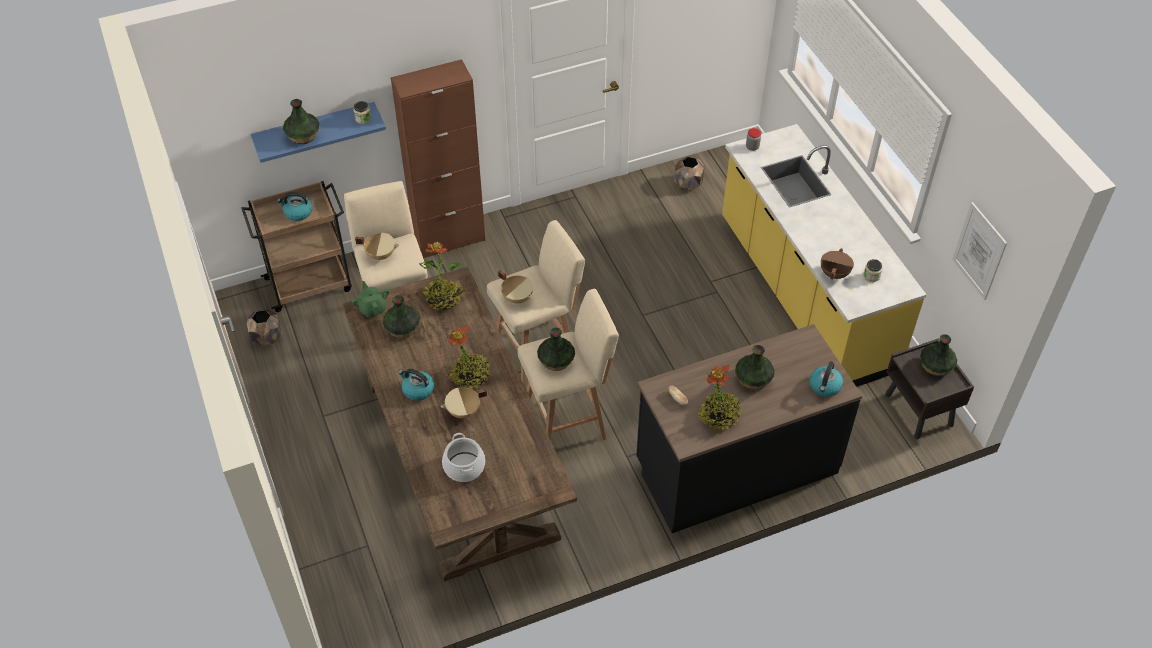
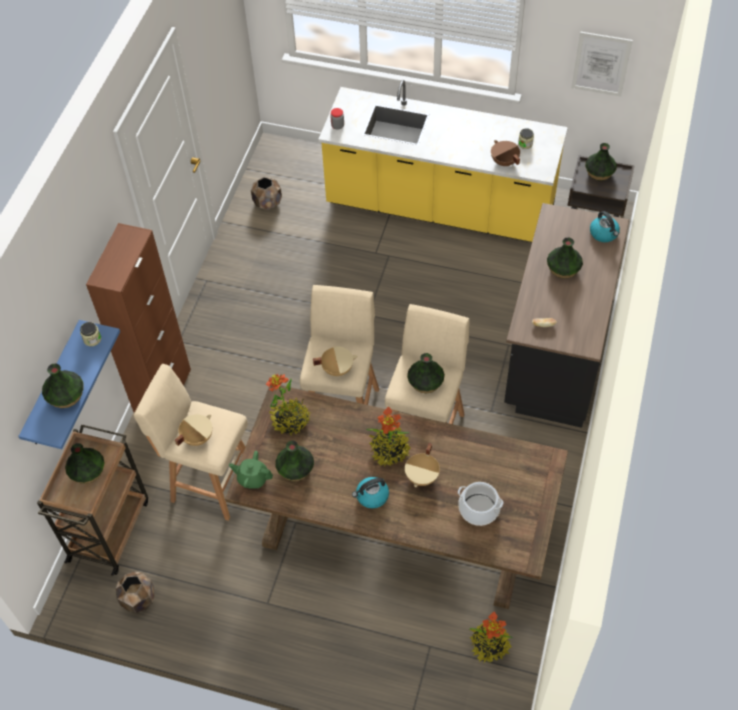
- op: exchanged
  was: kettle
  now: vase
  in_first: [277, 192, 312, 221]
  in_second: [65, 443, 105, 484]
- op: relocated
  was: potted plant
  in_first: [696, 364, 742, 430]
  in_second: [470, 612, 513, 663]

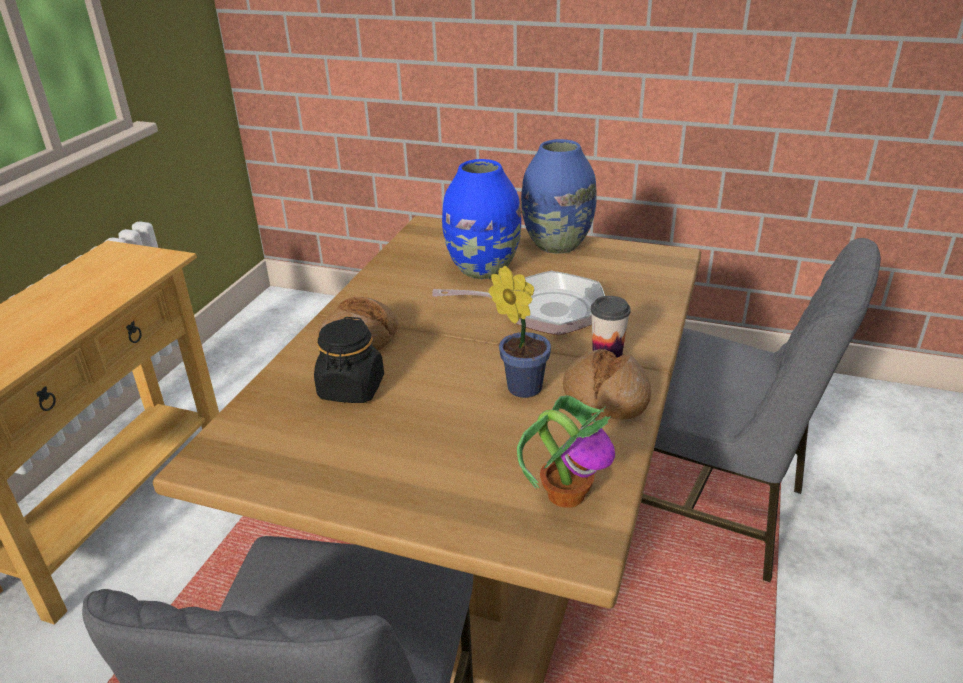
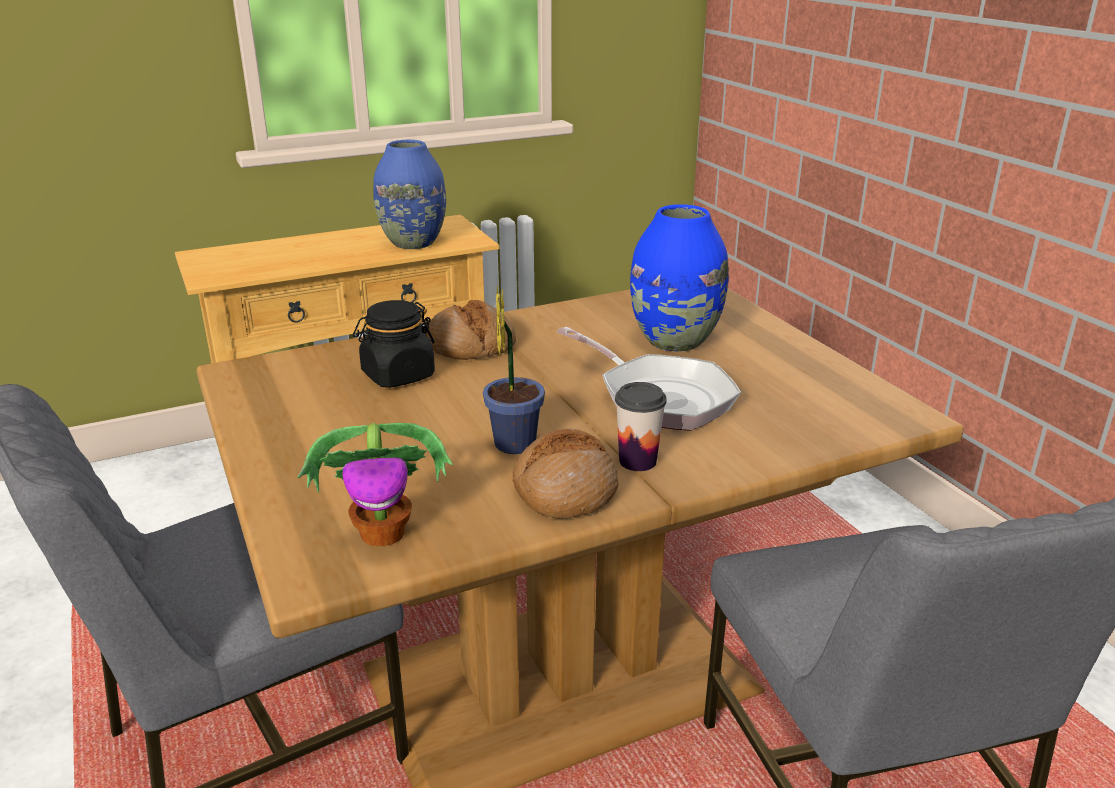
- op: relocated
  was: blue vase
  in_first: [521, 139, 597, 254]
  in_second: [373, 140, 446, 249]

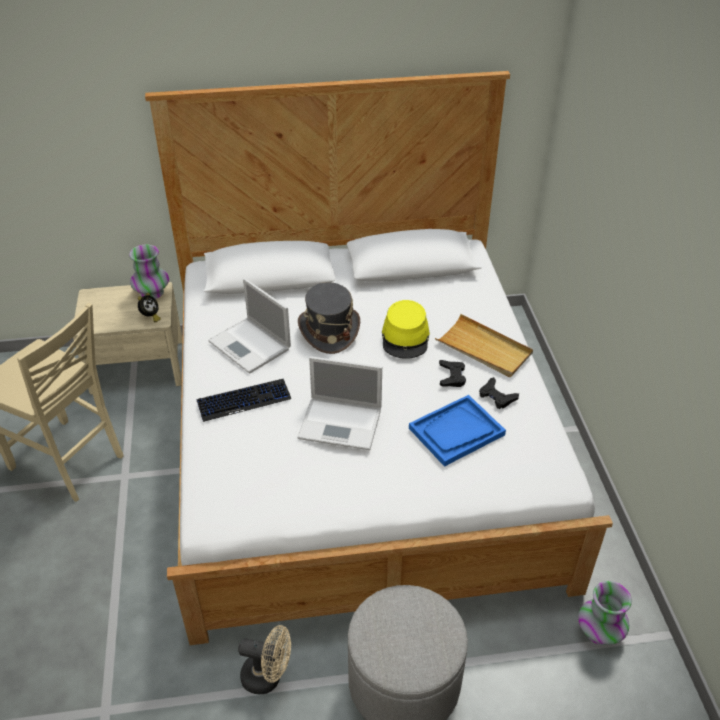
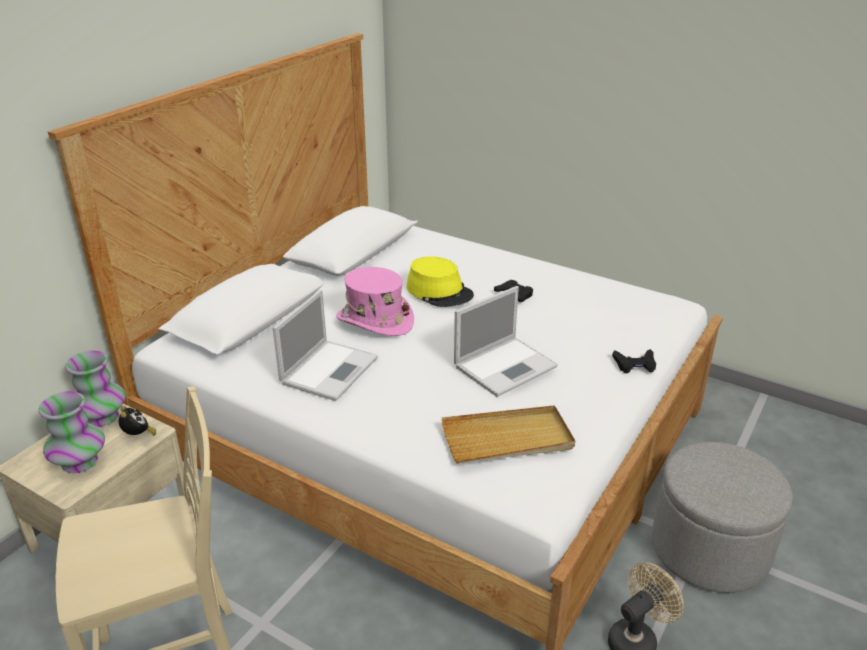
- op: relocated
  was: vase
  in_first: [578, 581, 632, 645]
  in_second: [38, 391, 105, 473]
- op: spun
  was: laptop
  in_first: [208, 278, 291, 374]
  in_second: [273, 290, 378, 401]
  clockwise: -60
- op: colour
  was: grey hat
  now: pink hat
  in_first: [298, 282, 360, 354]
  in_second: [336, 267, 414, 336]
- op: relocated
  was: beige tray
  in_first: [435, 314, 533, 377]
  in_second: [442, 405, 575, 463]
- op: relocated
  was: black game controller
  in_first: [479, 377, 519, 409]
  in_second: [612, 349, 656, 373]
- op: missing
  was: keyboard
  in_first: [196, 379, 291, 422]
- op: missing
  was: blue tray
  in_first: [409, 395, 506, 467]

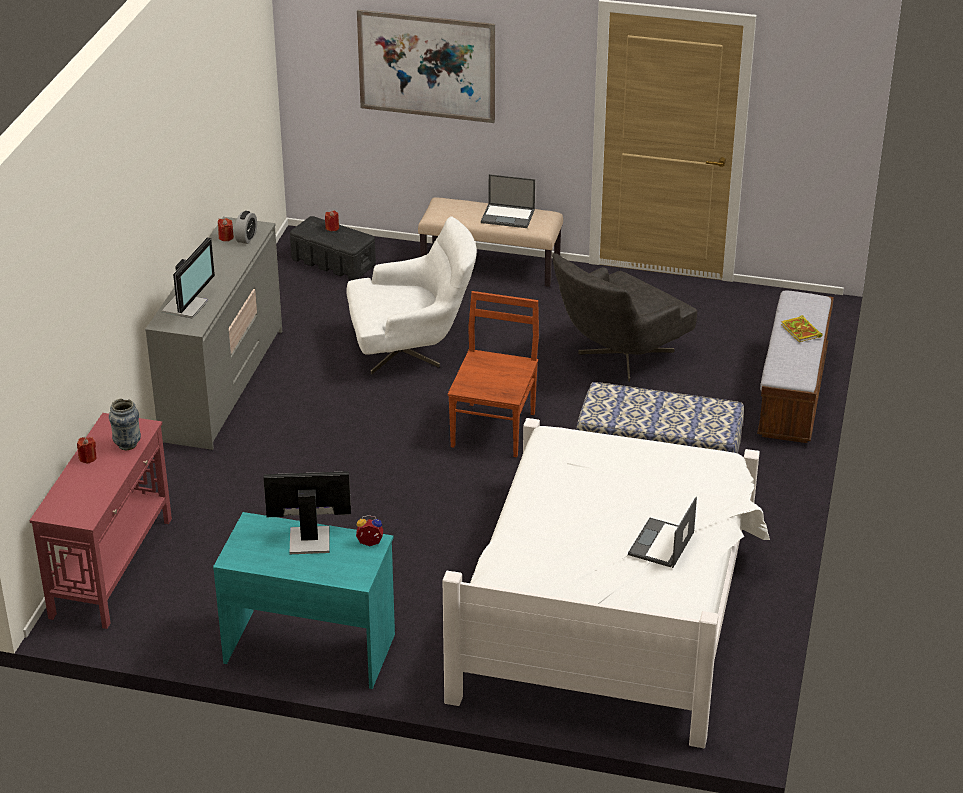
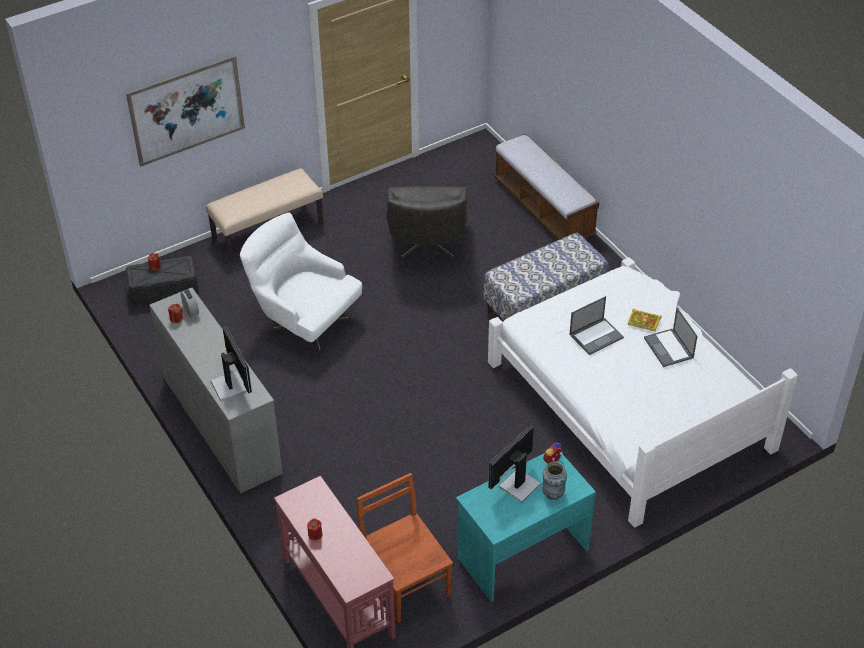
- op: spun
  was: white armchair
  in_first: [346, 216, 477, 374]
  in_second: [240, 212, 362, 351]
  clockwise: -90
- op: relocated
  was: brown chair
  in_first: [448, 291, 539, 457]
  in_second: [357, 473, 453, 623]
- op: relocated
  was: vase
  in_first: [109, 398, 141, 450]
  in_second: [542, 461, 567, 500]
- op: relocated
  was: laptop
  in_first: [481, 174, 535, 228]
  in_second: [569, 296, 624, 355]
- op: relocated
  was: book
  in_first: [781, 315, 823, 342]
  in_second: [628, 309, 661, 332]

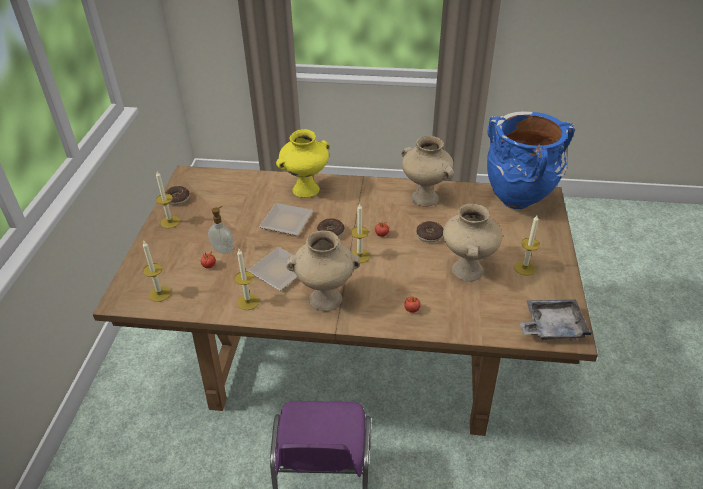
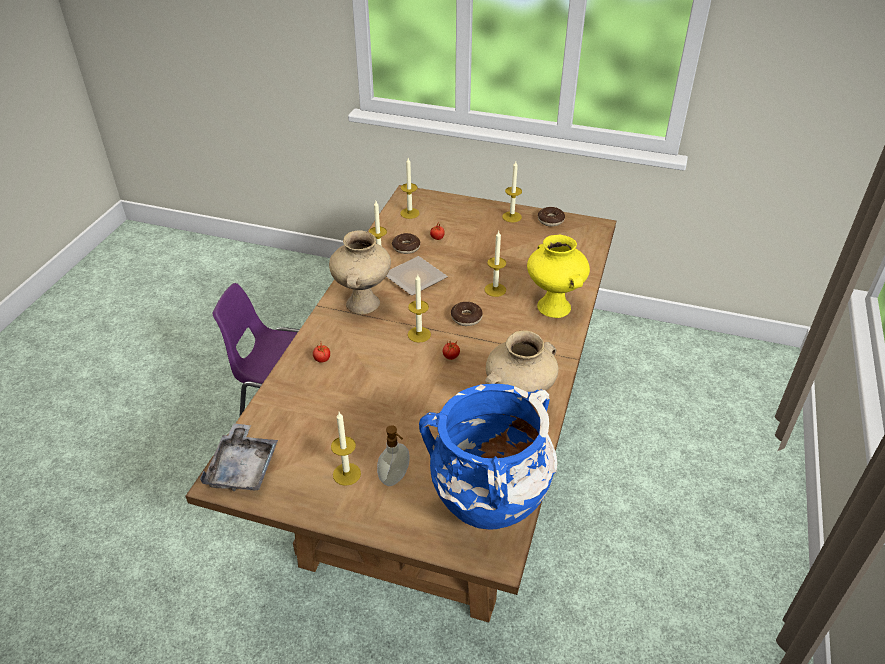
- op: relocated
  was: soap dispenser
  in_first: [208, 206, 234, 254]
  in_second: [377, 425, 410, 486]
- op: relocated
  was: donut
  in_first: [416, 221, 443, 243]
  in_second: [392, 233, 420, 254]
- op: exchanged
  was: plate
  now: candle
  in_first: [259, 203, 313, 236]
  in_second: [484, 231, 507, 297]
- op: missing
  was: beige vase
  in_first: [443, 204, 502, 281]

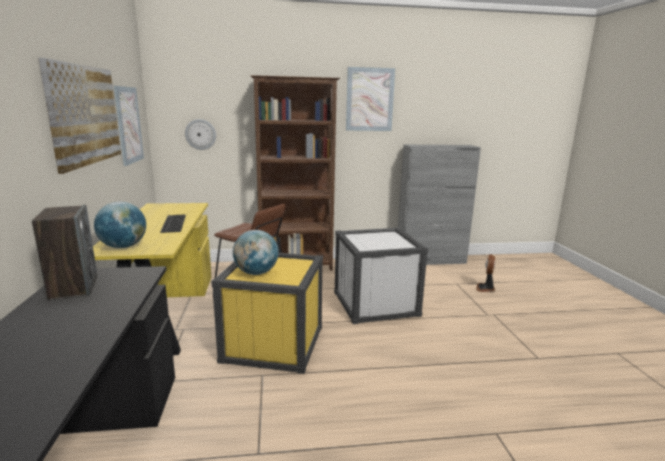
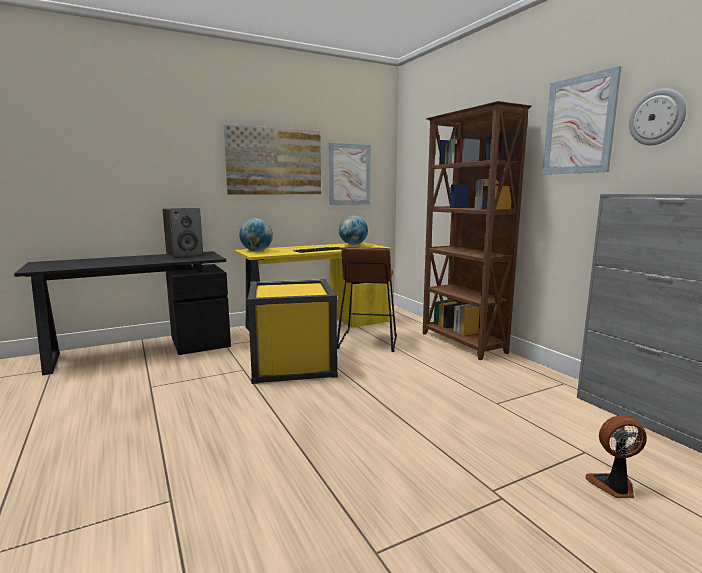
- op: relocated
  was: globe
  in_first: [233, 230, 279, 275]
  in_second: [339, 215, 368, 245]
- op: relocated
  was: wall clock
  in_first: [185, 119, 216, 150]
  in_second: [629, 89, 686, 145]
- op: missing
  was: white storage box
  in_first: [334, 227, 428, 324]

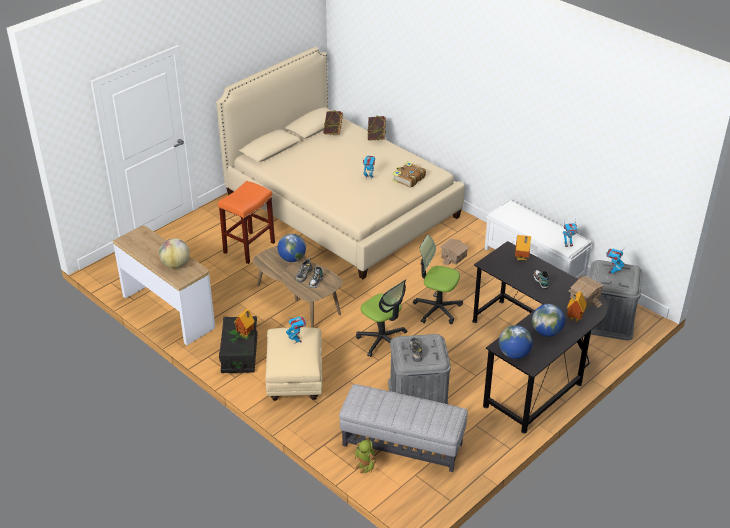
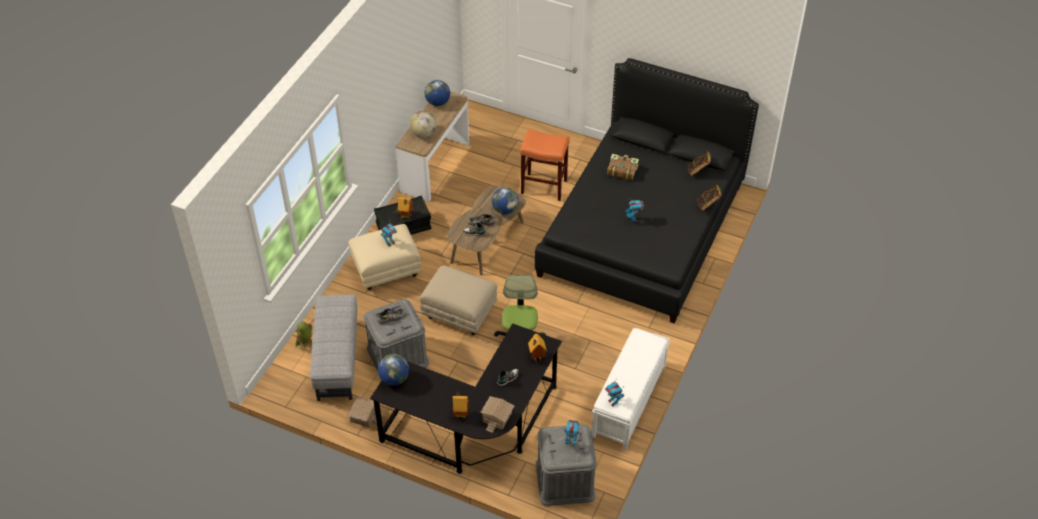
- op: relocated
  was: toy house
  in_first: [440, 238, 469, 266]
  in_second: [347, 396, 377, 427]
- op: exchanged
  was: office chair
  now: beige ottoman
  in_first: [356, 279, 407, 357]
  in_second: [420, 265, 497, 335]
- op: relocated
  was: globe
  in_first: [532, 304, 565, 337]
  in_second: [425, 80, 450, 106]
- op: colour
  was: beige bed
  now: black bed
  in_first: [216, 47, 465, 279]
  in_second: [535, 58, 759, 324]
- op: relocated
  was: book
  in_first: [392, 161, 426, 188]
  in_second: [607, 154, 639, 180]

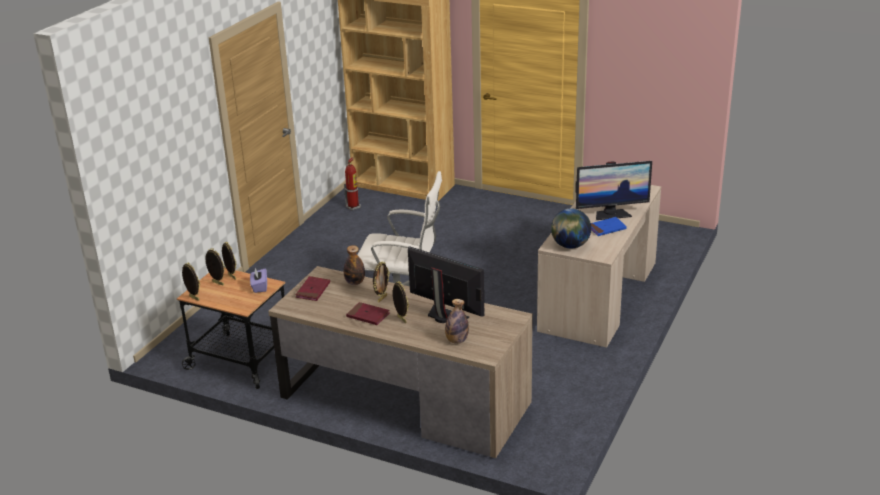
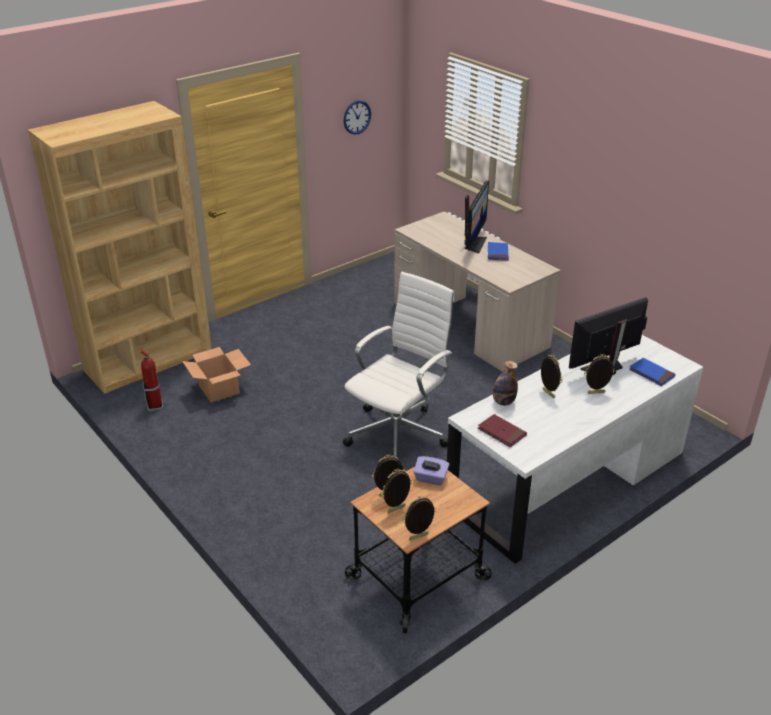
- op: appeared
  now: cardboard box
  in_second: [182, 347, 251, 402]
- op: appeared
  now: wall clock
  in_second: [343, 100, 371, 135]
- op: colour
  was: brown desk
  now: white desk
  in_first: [268, 266, 533, 458]
  in_second: [447, 335, 703, 564]
- op: exchanged
  was: bottle
  now: blue book
  in_first: [445, 299, 469, 344]
  in_second: [629, 358, 675, 386]
- op: missing
  was: red book
  in_first: [346, 302, 389, 325]
- op: missing
  was: globe
  in_first: [551, 208, 591, 249]

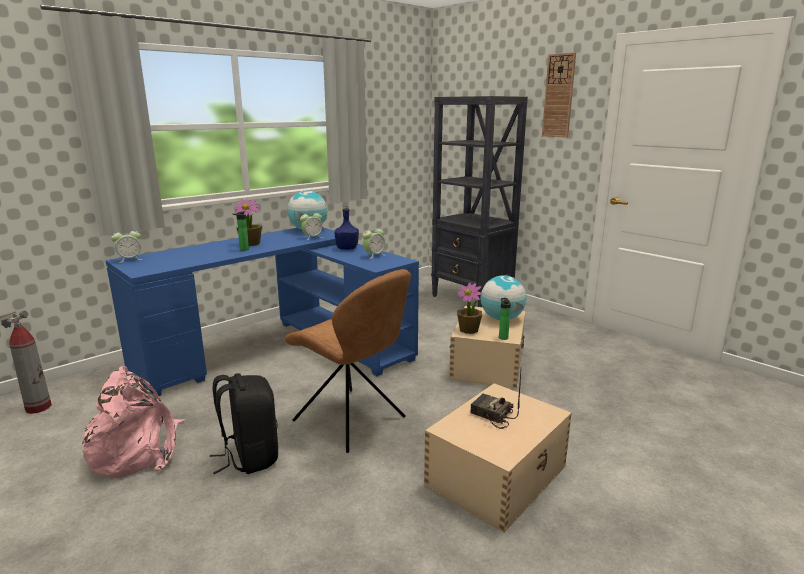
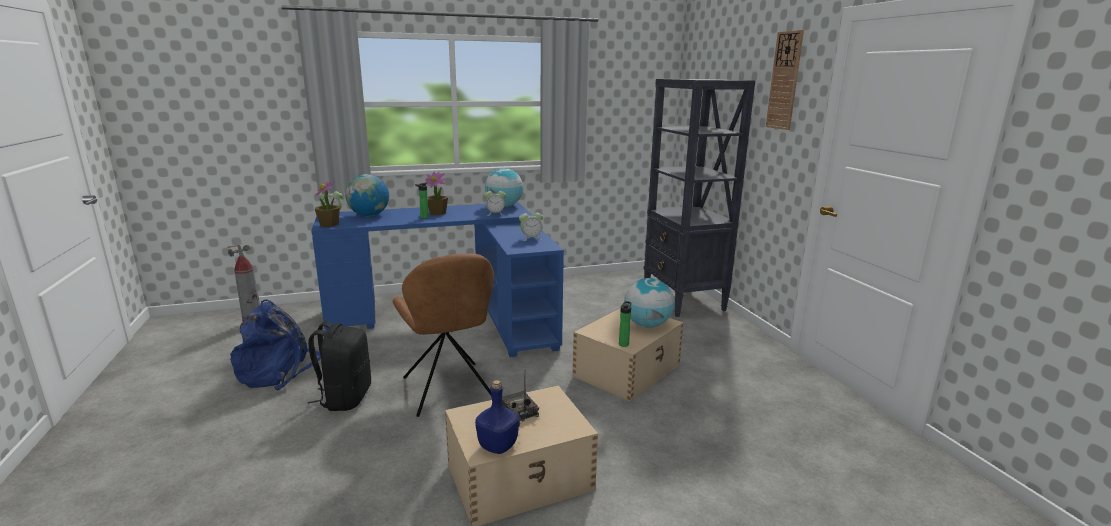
- op: colour
  was: pink backpack
  now: blue backpack
  in_first: [82, 366, 185, 478]
  in_second: [230, 299, 321, 391]
- op: relocated
  was: potted plant
  in_first: [457, 282, 483, 334]
  in_second: [315, 180, 340, 227]
- op: appeared
  now: globe
  in_second: [345, 174, 389, 216]
- op: relocated
  was: blue bottle
  in_first: [335, 206, 359, 250]
  in_second: [475, 380, 519, 454]

